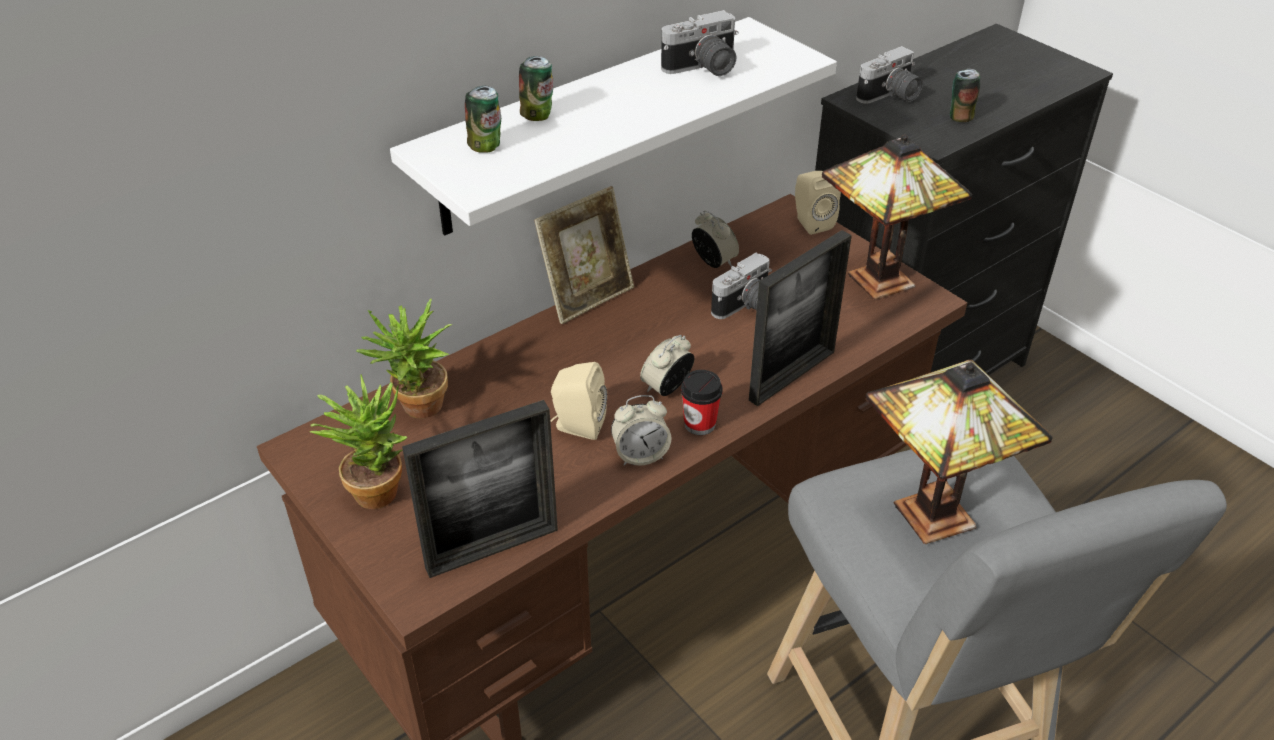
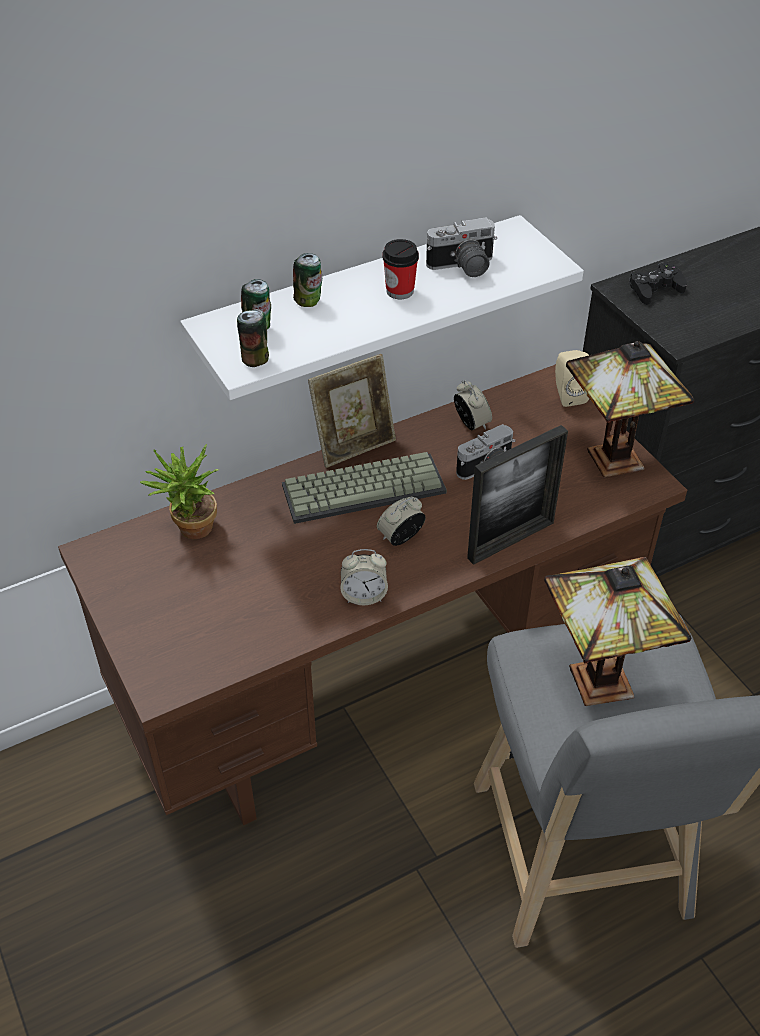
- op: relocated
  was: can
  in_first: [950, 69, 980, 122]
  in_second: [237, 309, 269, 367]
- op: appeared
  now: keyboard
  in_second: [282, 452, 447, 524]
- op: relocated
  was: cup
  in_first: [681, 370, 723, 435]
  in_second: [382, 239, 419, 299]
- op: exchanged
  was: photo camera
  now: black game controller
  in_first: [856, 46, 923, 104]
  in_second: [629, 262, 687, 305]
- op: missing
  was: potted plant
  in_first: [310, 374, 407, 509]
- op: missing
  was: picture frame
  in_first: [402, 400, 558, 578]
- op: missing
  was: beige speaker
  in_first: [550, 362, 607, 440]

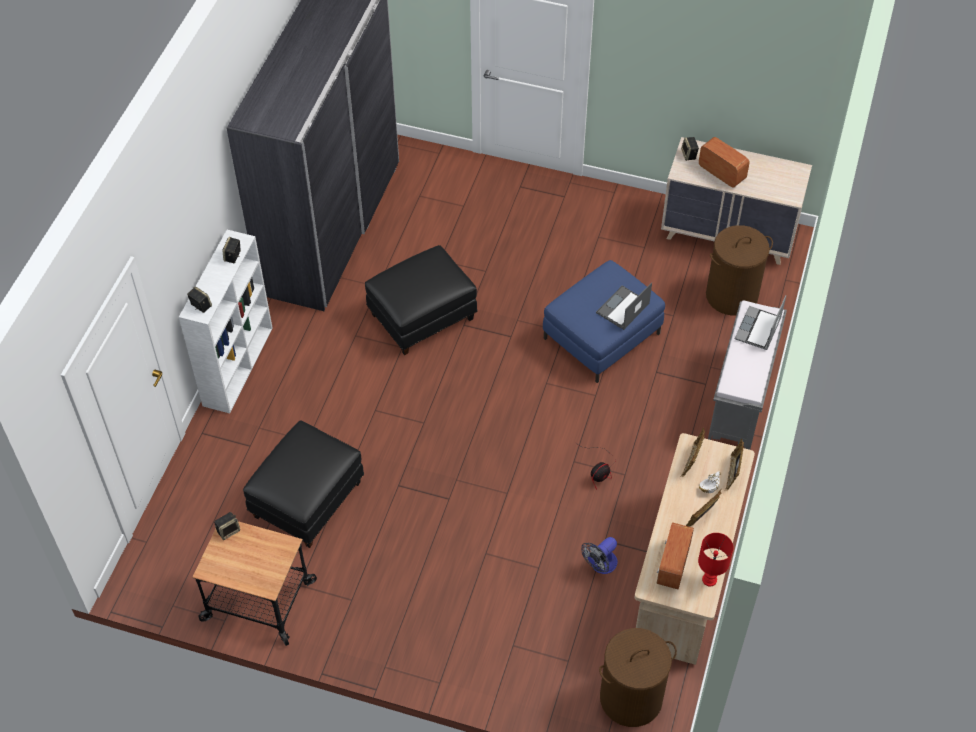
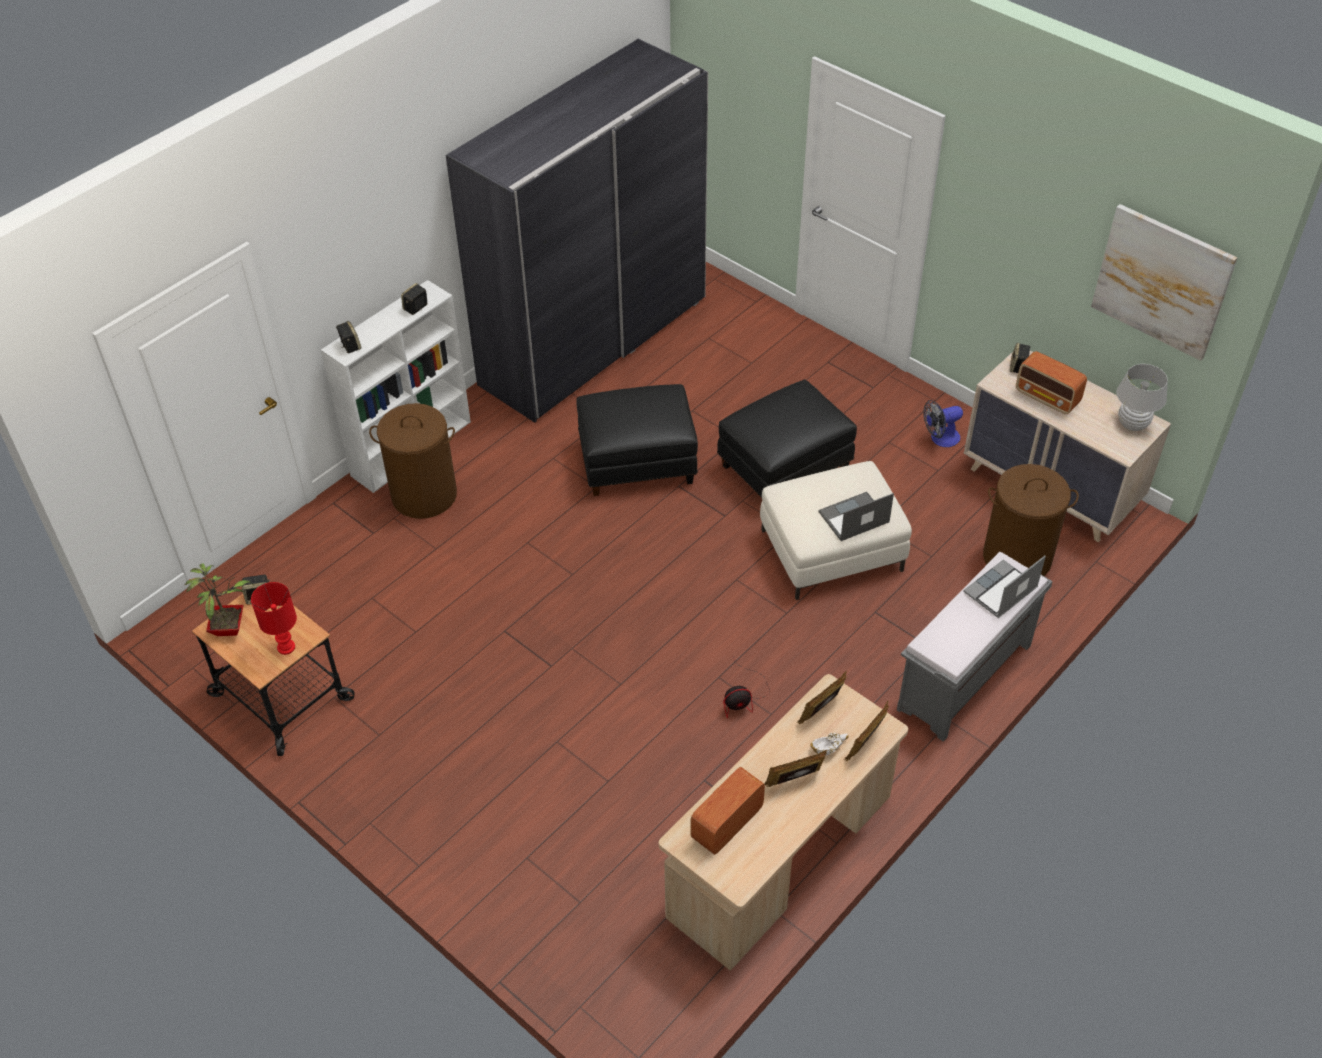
- op: appeared
  now: potted plant
  in_second: [185, 563, 251, 636]
- op: relocated
  was: red table lamp
  in_first: [698, 533, 734, 587]
  in_second: [251, 582, 297, 655]
- op: relocated
  was: brown laundry basket
  in_first: [599, 628, 677, 727]
  in_second: [369, 403, 457, 519]
- op: relocated
  was: black ottoman
  in_first: [243, 421, 364, 548]
  in_second: [717, 380, 857, 498]
- op: colour
  was: blue ottoman
  now: white ottoman
  in_first: [543, 260, 665, 383]
  in_second: [760, 461, 912, 600]
- op: relocated
  was: fan
  in_first: [581, 537, 618, 574]
  in_second: [923, 400, 963, 447]
- op: spun
  was: radio
  in_first: [699, 137, 749, 188]
  in_second: [1016, 351, 1087, 414]
  clockwise: 150
- op: appeared
  now: picture
  in_second: [1091, 204, 1238, 361]
- op: appeared
  now: white table lamp
  in_second: [1117, 364, 1168, 431]

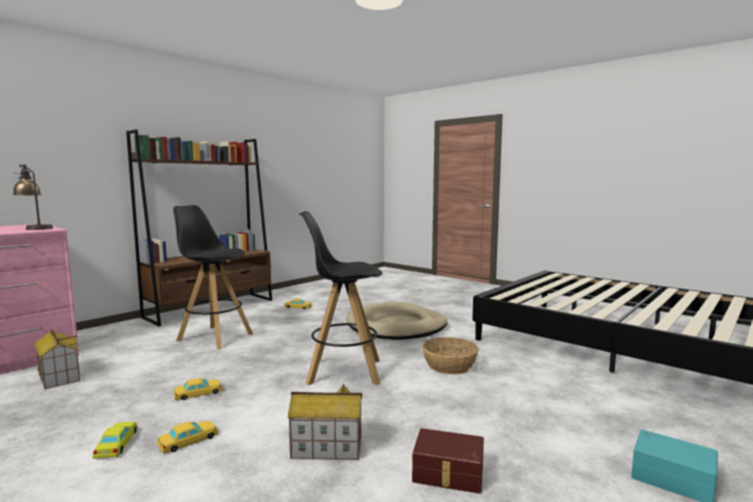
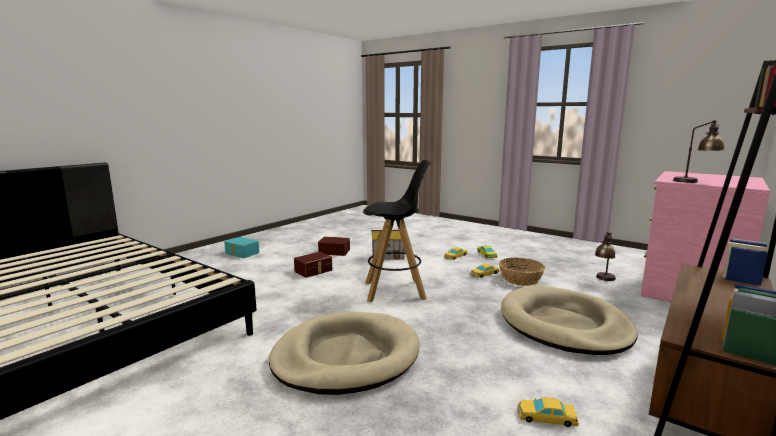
- op: appeared
  now: brown storage box
  in_second: [294, 252, 332, 278]
- op: relocated
  was: basket
  in_first: [422, 337, 479, 375]
  in_second: [499, 258, 545, 286]
- op: exchanged
  was: black stool
  now: beige dog bed
  in_first: [173, 205, 253, 349]
  in_second: [501, 286, 638, 355]
- op: exchanged
  was: toy house
  now: table lamp
  in_first: [34, 329, 80, 389]
  in_second: [595, 232, 616, 281]

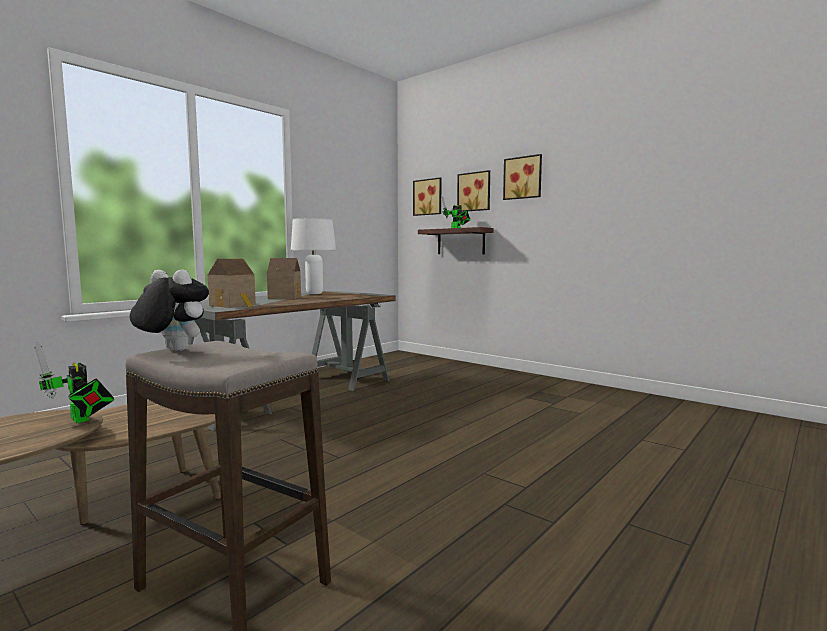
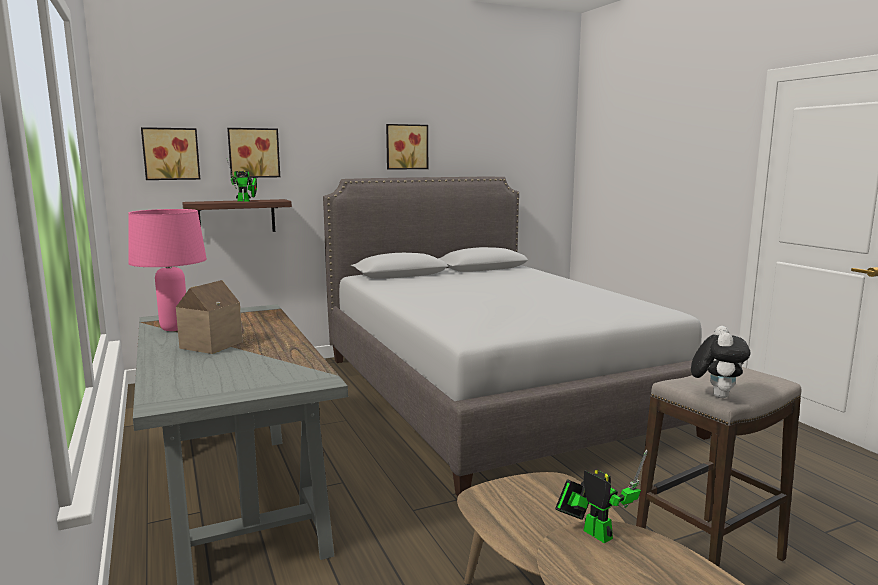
- op: colour
  was: white table lamp
  now: pink table lamp
  in_first: [291, 218, 336, 294]
  in_second: [128, 209, 207, 331]
- op: appeared
  now: grey bed
  in_second: [323, 177, 711, 496]
- op: relocated
  was: picture
  in_first: [503, 154, 542, 200]
  in_second: [386, 124, 428, 170]
- op: spun
  was: toy robot
  in_first: [34, 343, 114, 423]
  in_second: [555, 450, 648, 543]
  clockwise: -105
- op: spun
  was: plush toy
  in_first: [130, 269, 209, 351]
  in_second: [691, 326, 751, 398]
  clockwise: 150
- op: missing
  was: toy house
  in_first: [208, 259, 256, 308]

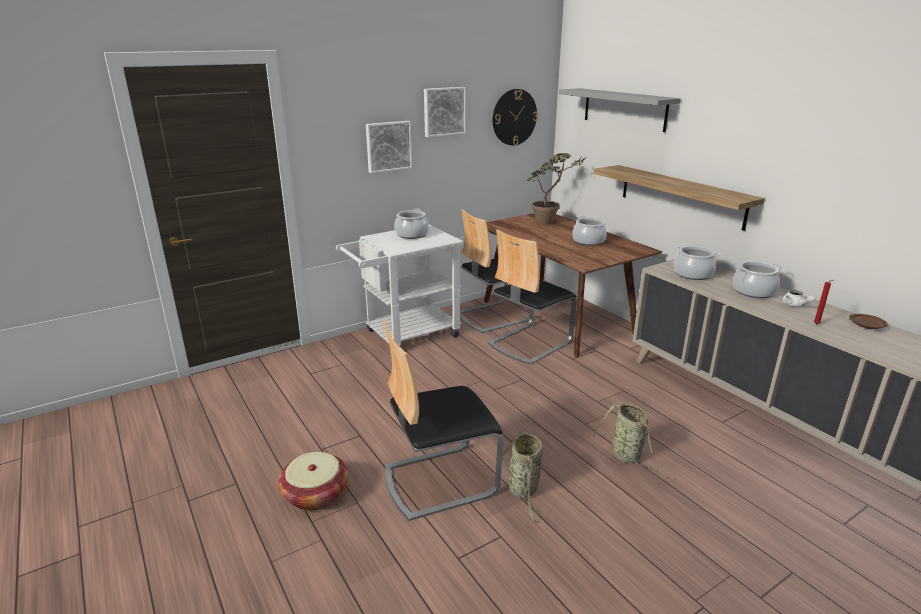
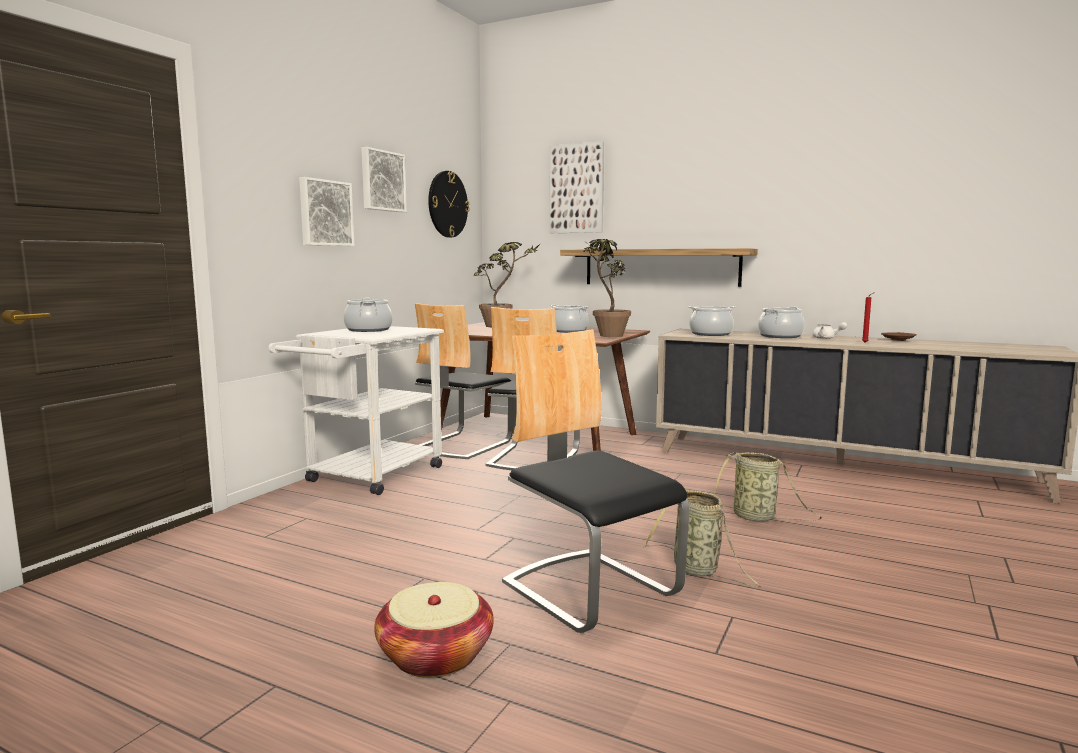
- op: spun
  was: chair
  in_first: [383, 319, 503, 521]
  in_second: [502, 329, 690, 633]
  clockwise: 105
- op: exchanged
  was: grey shelf
  now: picture
  in_first: [559, 88, 681, 132]
  in_second: [549, 141, 604, 233]
- op: appeared
  now: potted plant
  in_second: [582, 239, 631, 337]

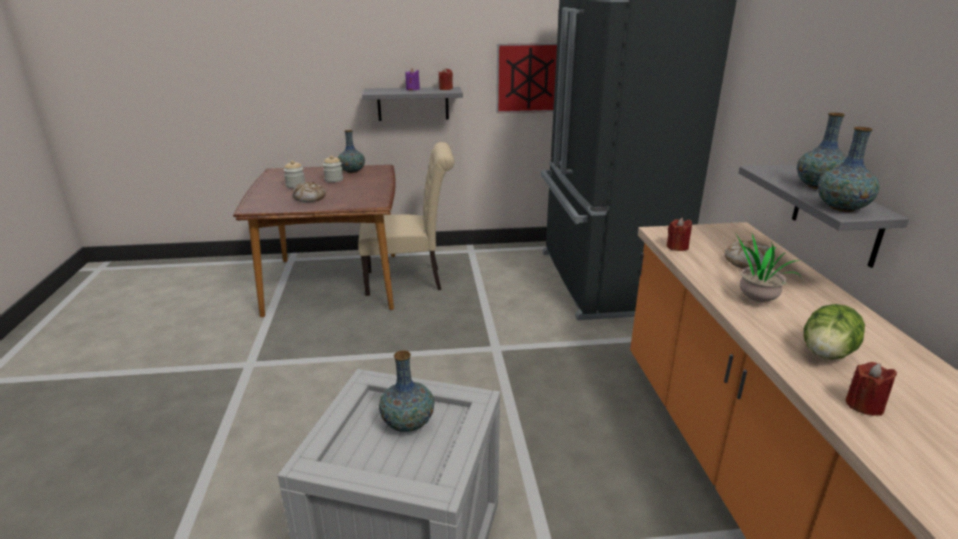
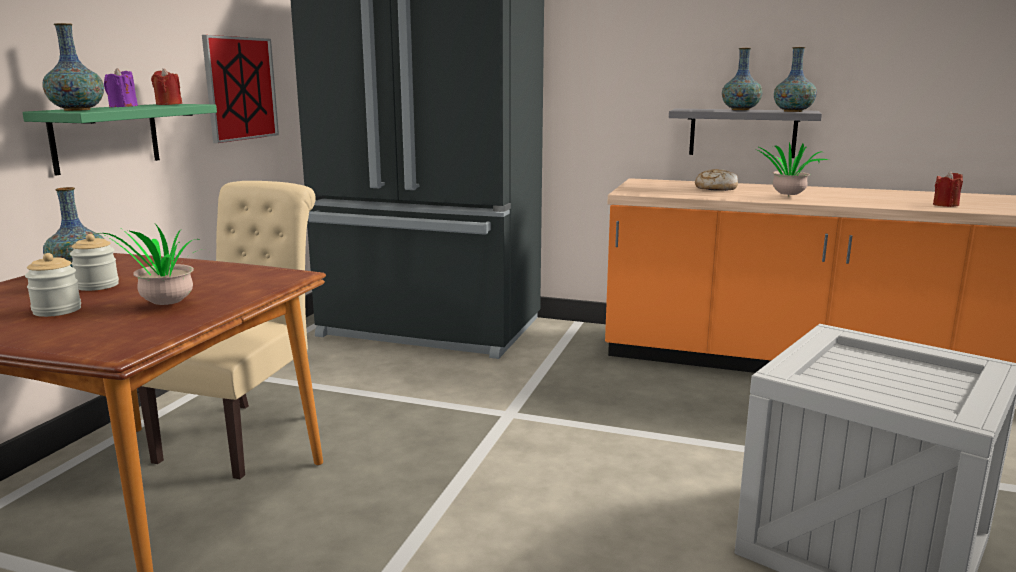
- op: colour
  was: grey shelf
  now: green shelf
  in_first: [362, 87, 463, 121]
  in_second: [22, 104, 217, 176]
- op: relocated
  was: vase
  in_first: [379, 350, 434, 432]
  in_second: [43, 23, 104, 111]
- op: exchanged
  was: bread
  now: potted plant
  in_first: [293, 182, 326, 202]
  in_second: [93, 224, 202, 305]
- op: missing
  was: red candle
  in_first: [666, 218, 692, 251]
- op: missing
  was: lettuce
  in_first: [804, 304, 865, 359]

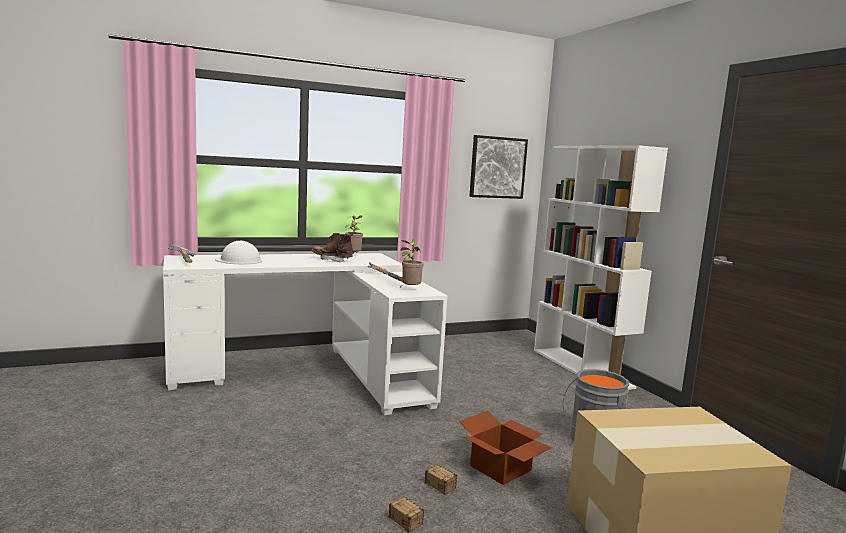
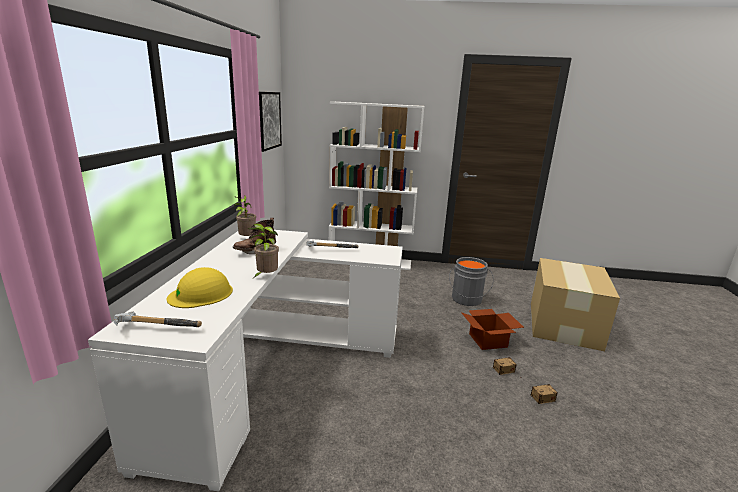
- op: colour
  was: white hard hat
  now: yellow hard hat
  in_first: [215, 241, 262, 264]
  in_second: [167, 267, 233, 308]
- op: relocated
  was: potted plant
  in_first: [401, 240, 424, 285]
  in_second: [248, 223, 279, 277]

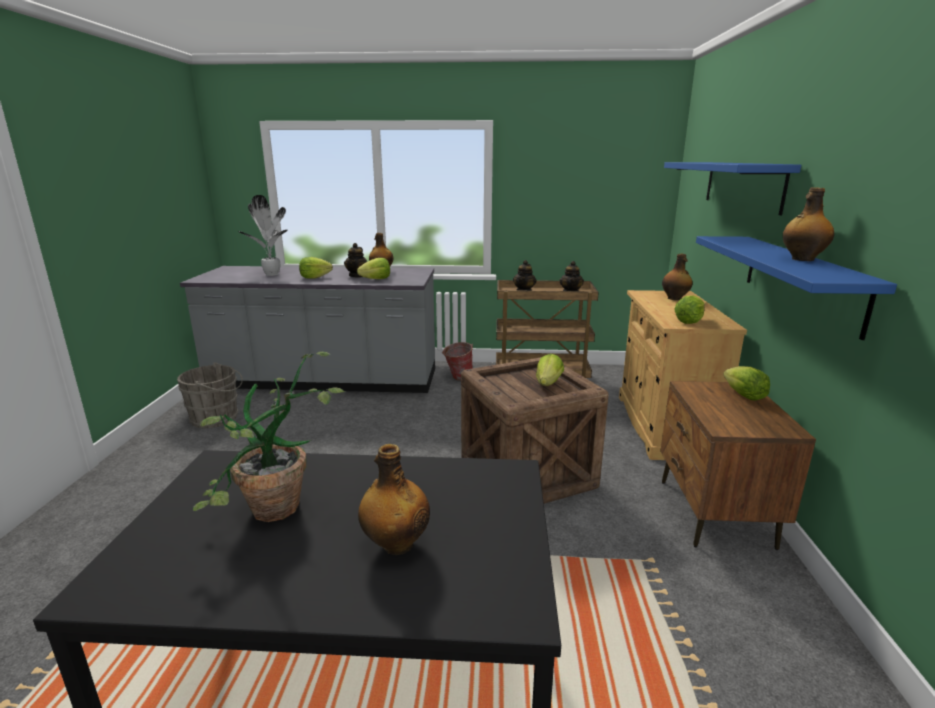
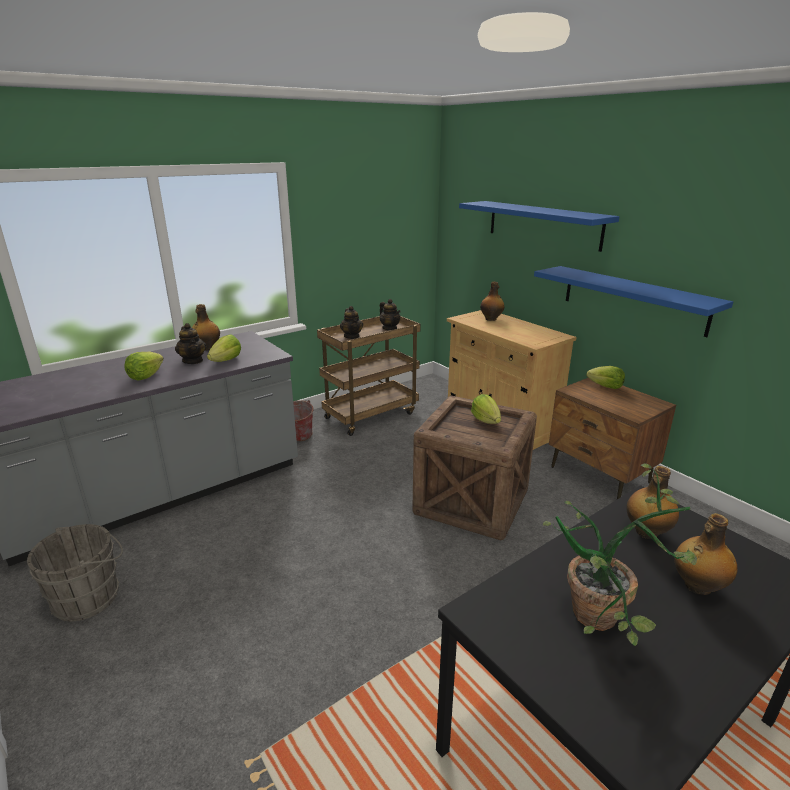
- op: relocated
  was: bottle
  in_first: [783, 187, 834, 261]
  in_second: [626, 466, 679, 539]
- op: missing
  was: potted plant
  in_first: [238, 195, 288, 276]
- op: missing
  was: lettuce
  in_first: [674, 295, 705, 324]

